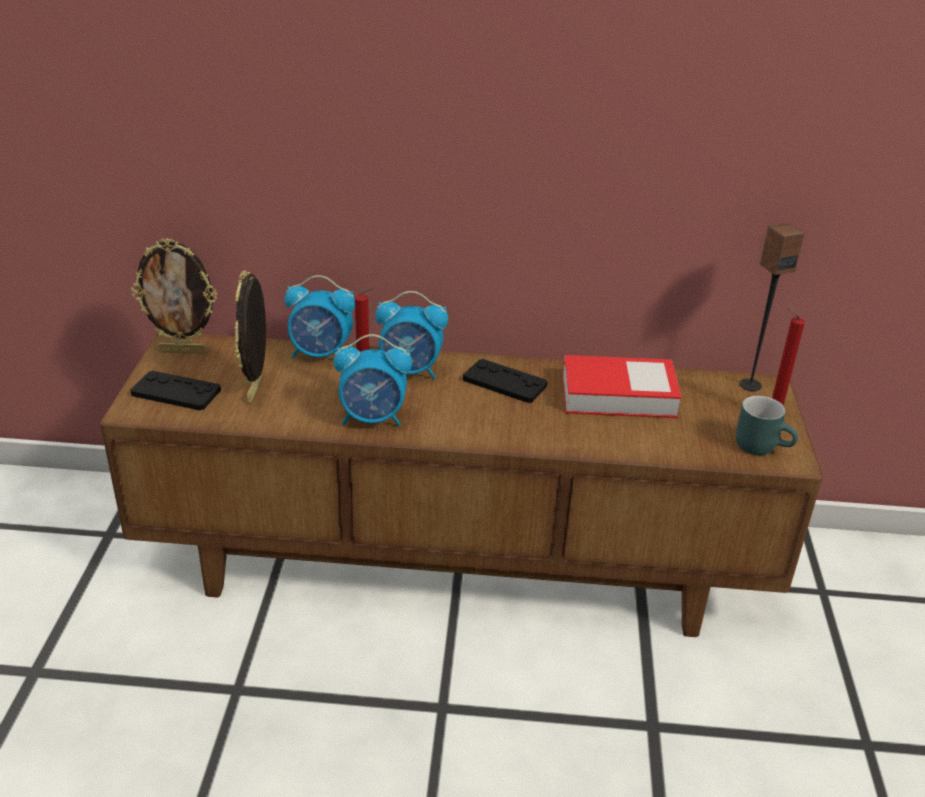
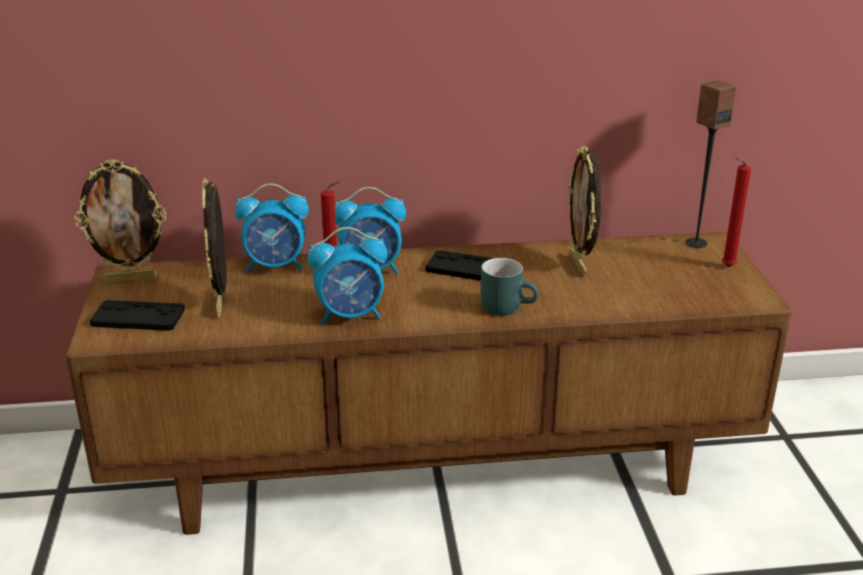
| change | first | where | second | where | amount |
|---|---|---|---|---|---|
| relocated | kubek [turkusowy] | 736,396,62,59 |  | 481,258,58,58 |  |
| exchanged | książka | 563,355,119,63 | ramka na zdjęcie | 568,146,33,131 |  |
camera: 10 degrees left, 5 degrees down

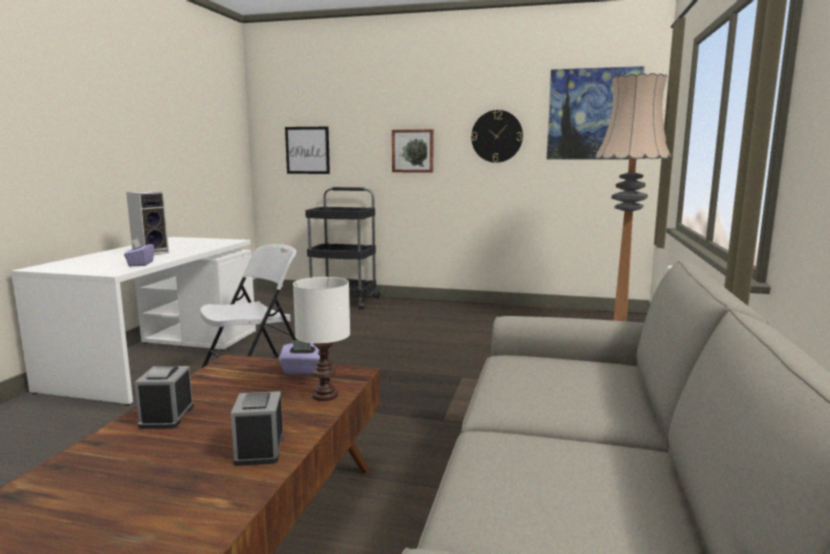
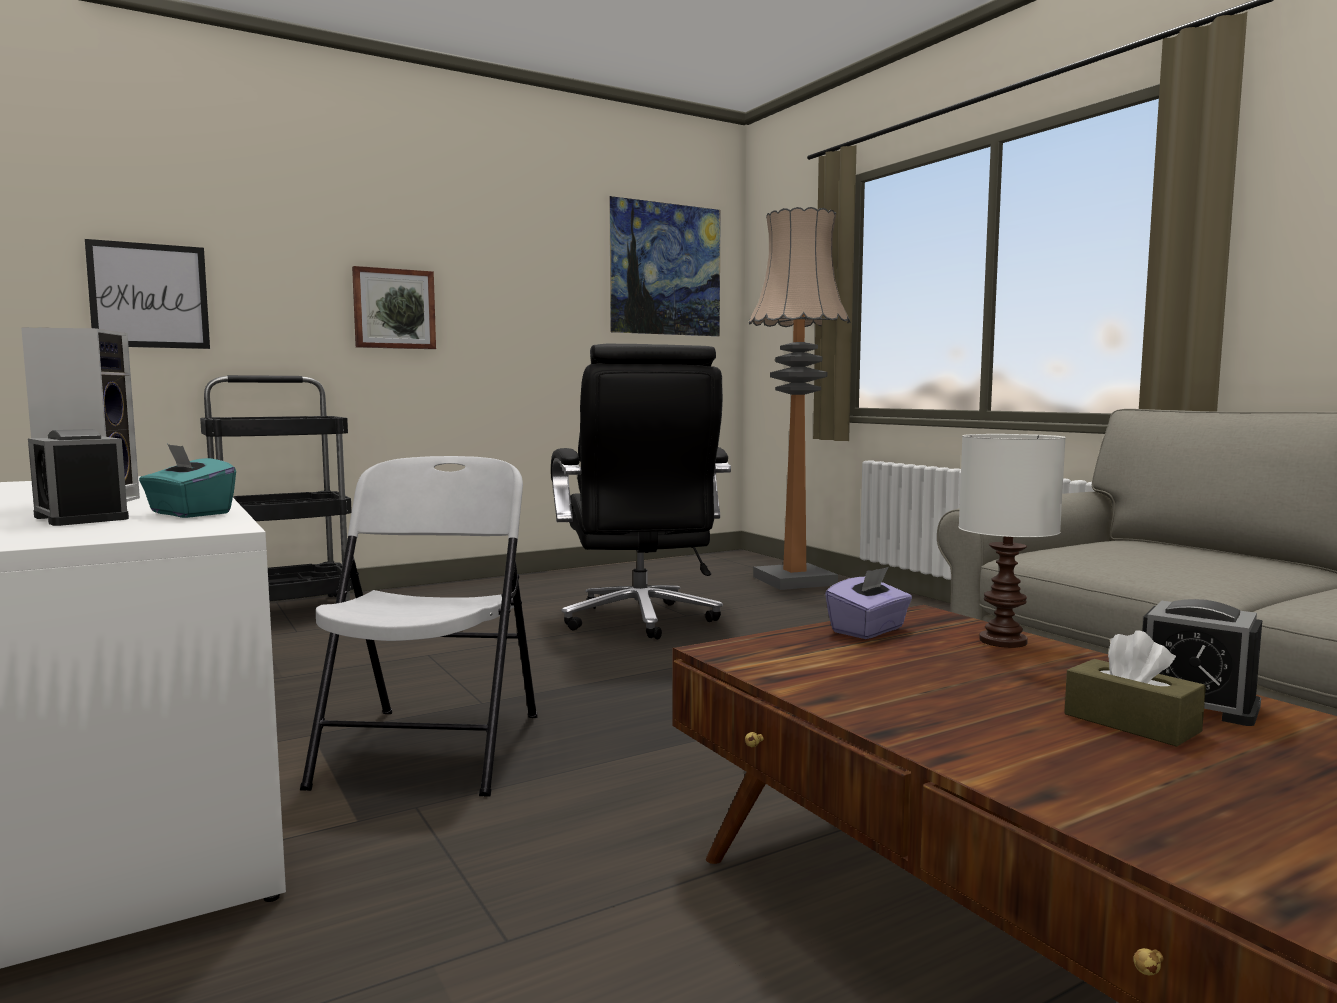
| change | first | where | second | where | amount |
|---|---|---|---|---|---|
| relocated | budzik | 135,366,59,63 |  | 28,429,101,97 |  |
| colour | pudełko chusteczek [fioletowy] | 124,239,30,27 | pudełko chusteczek [turkusowy] | 139,444,97,74 |  |
| appeared |  |  | krzesło biurowe [czarny] | 551,343,180,297 |  |
| appeared |  |  | pudełko chusteczek [brązowy] | 1064,630,142,117 |  |
| missing | zegar ścienny | 471,110,52,53 |  |  |  |
camera: 45 degrees left, 5 degrees down

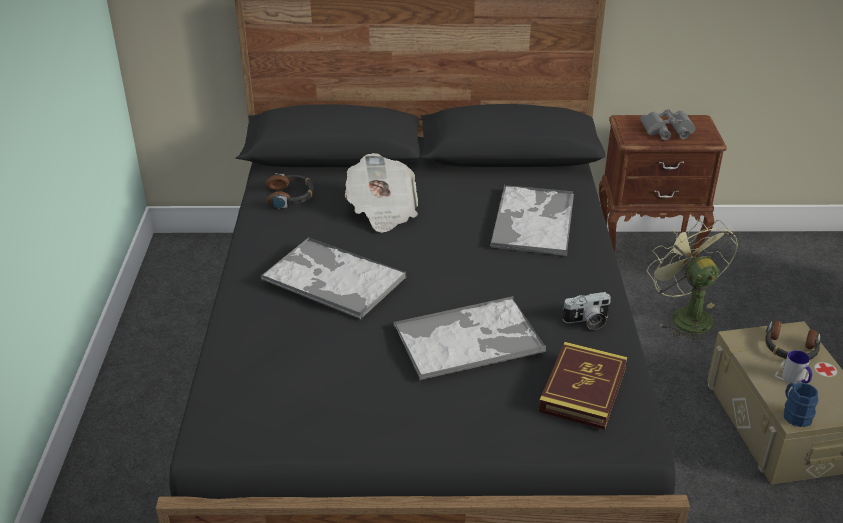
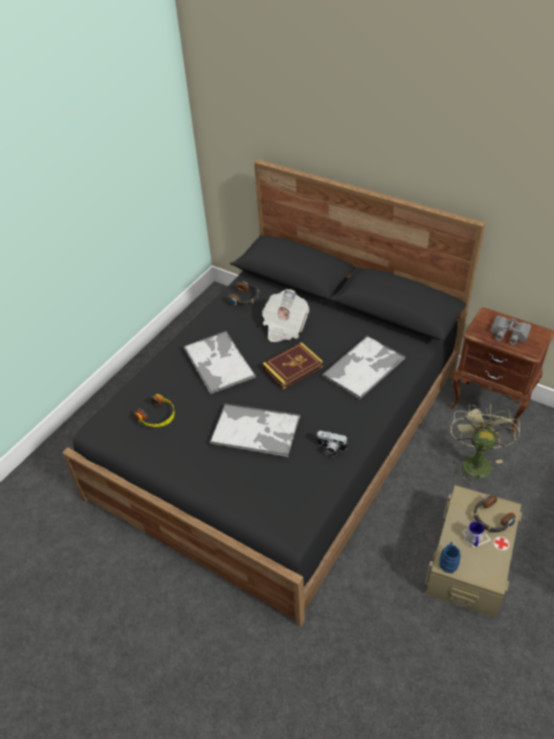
| change | first | where | second | where | amount |
|---|---|---|---|---|---|
| appeared |  |  | słuchawki | 135,394,40,33 |  |
| relocated | książka | 539,342,88,88 |  | 262,342,61,47 |  |
camera: 35 degrees right, 10 degrees up

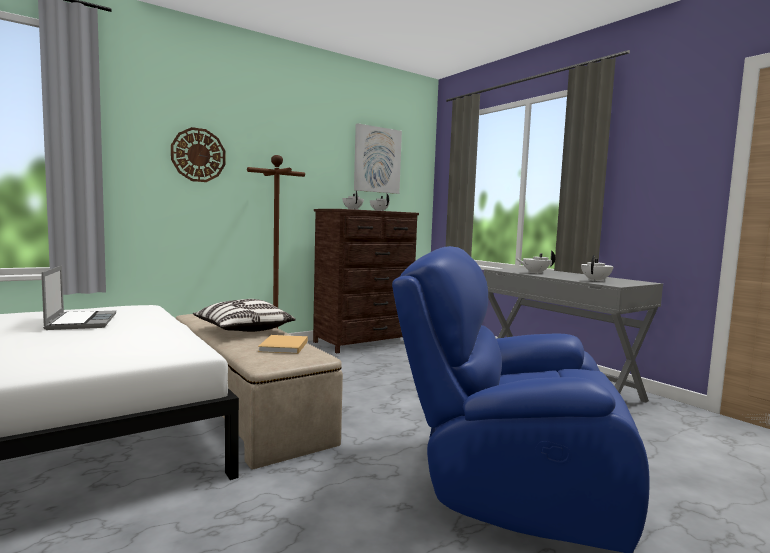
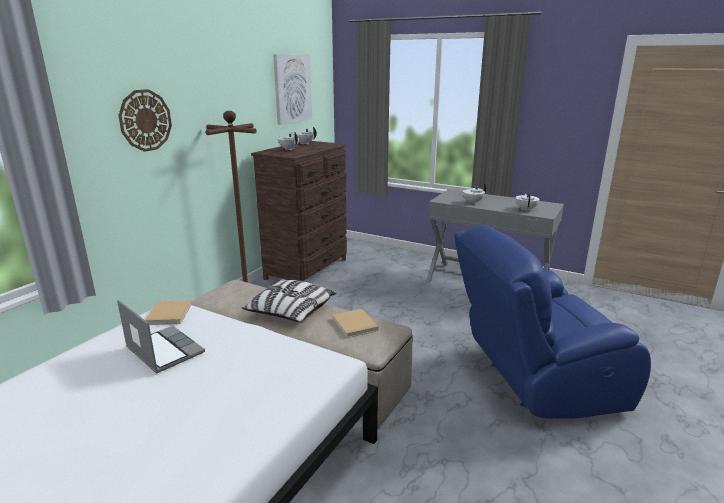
| change | first | where | second | where | amount |
|---|---|---|---|---|---|
| appeared |  |  | książka [beżowy] | 145,300,47,25 |  |
camera: 25 degrees left, 15 degrees up

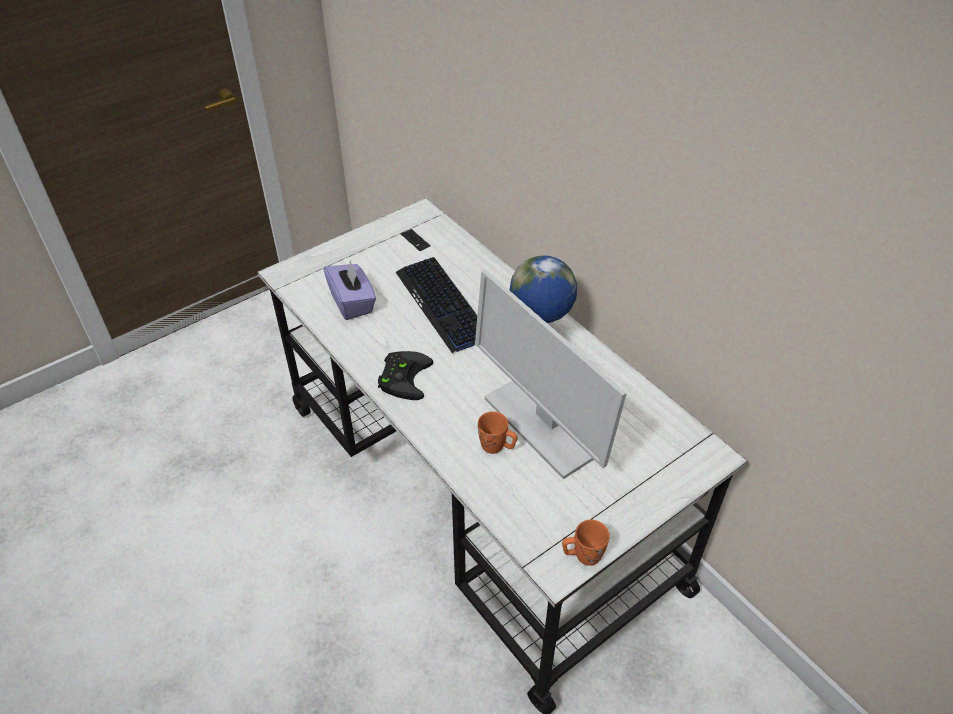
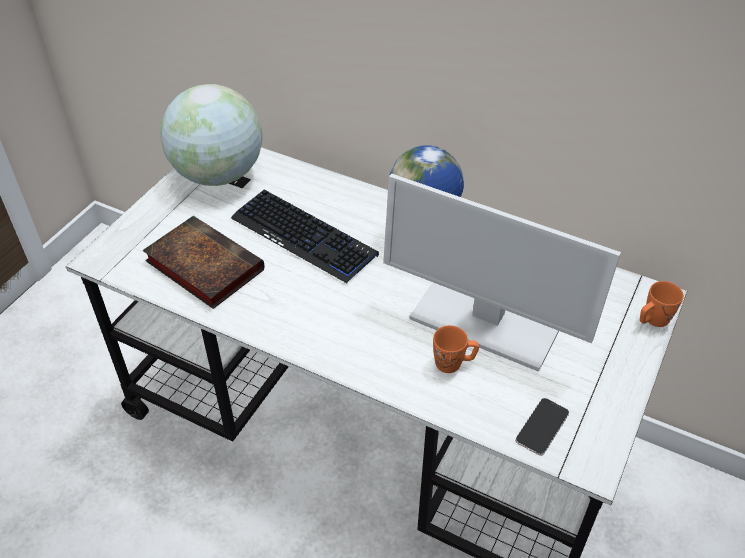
| change | first | where | second | where | amount |
|---|---|---|---|---|---|
| exchanged | pudełko chusteczek [fioletowy] | 323,259,53,61 | książka | 143,216,122,93 |  |
| appeared |  |  | globus | 160,84,103,102 |  |
| appeared |  |  | telefon | 515,398,54,58 |  |
| relocated | kubek [pomarańczowy] | 562,520,48,46 |  | 640,281,44,46 |  |
| missing | pad do gier [czarny] | 378,351,55,49 |  |  |  |
camera: 25 degrees left, 0 degrees up

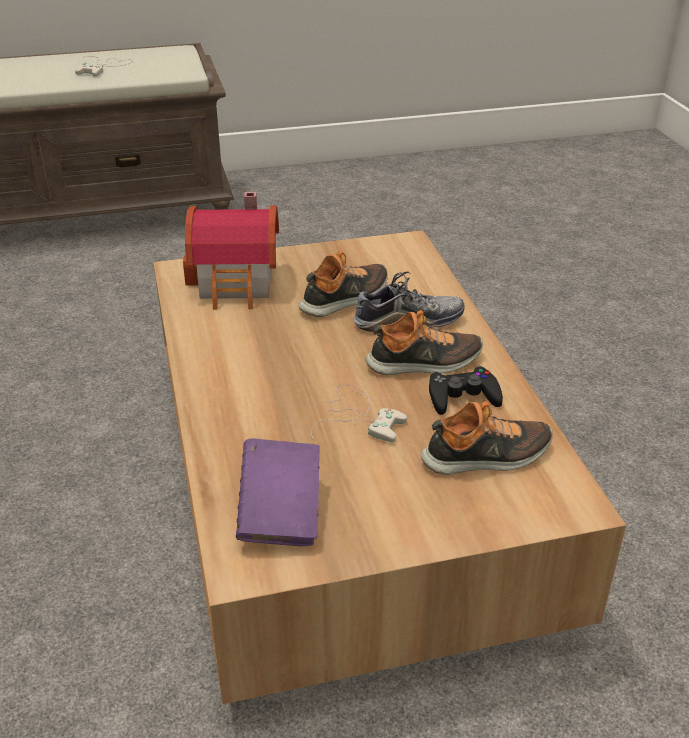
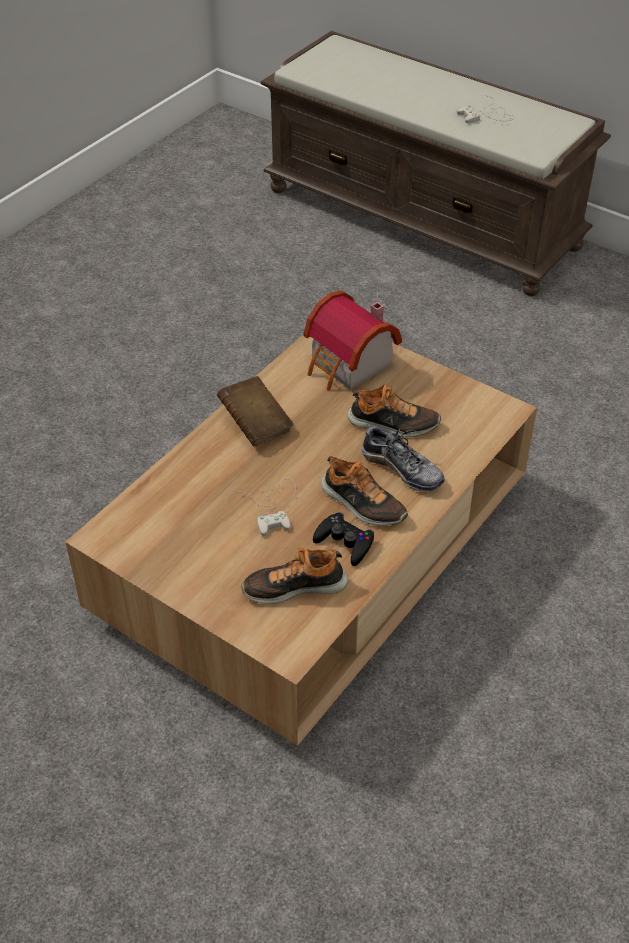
| change | first | where | second | where | amount |
|---|---|---|---|---|---|
| appeared |  |  | książka [brązowy] | 217,376,76,70 |  |
| spun | but | 421,401,132,74 |  | 241,548,107,56 | 135 degrees clockwise |
| missing | książka [fioletowy] | 236,438,84,108 |  |  |  |
camera: 50 degrees right, 10 degrees up

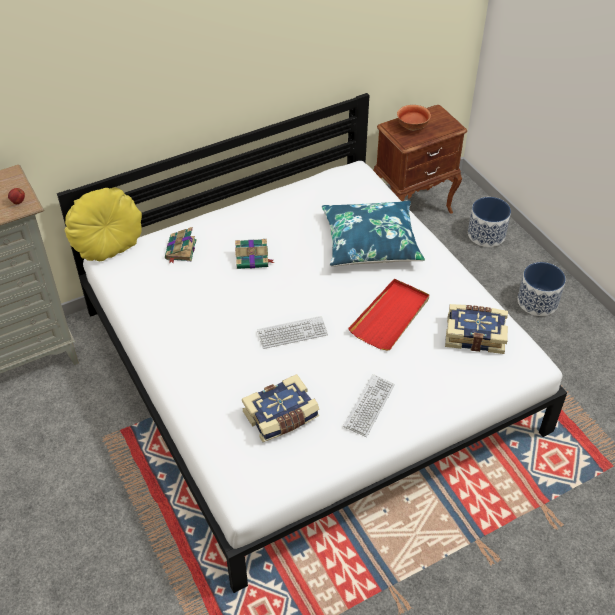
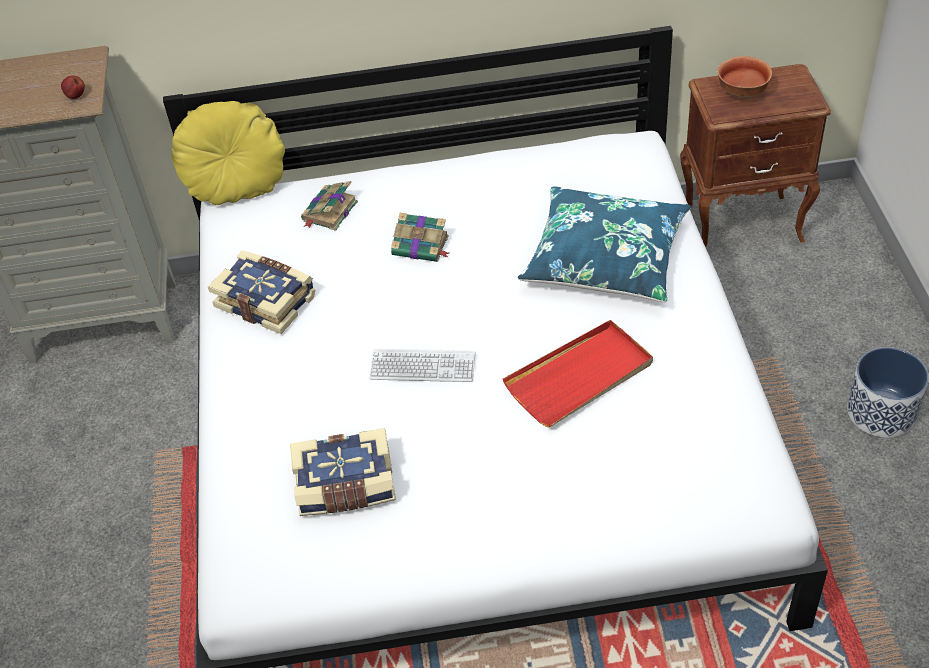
| change | first | where | second | where | amount |
|---|---|---|---|---|---|
| relocated | książka | 445,304,63,50 |  | 208,250,108,84 |  |
| missing | klawiatura | 343,374,52,63 |  |  |  |
| missing | donica | 468,197,43,50 |  |  |  |
camera: 25 degrees right, 0 degrees up

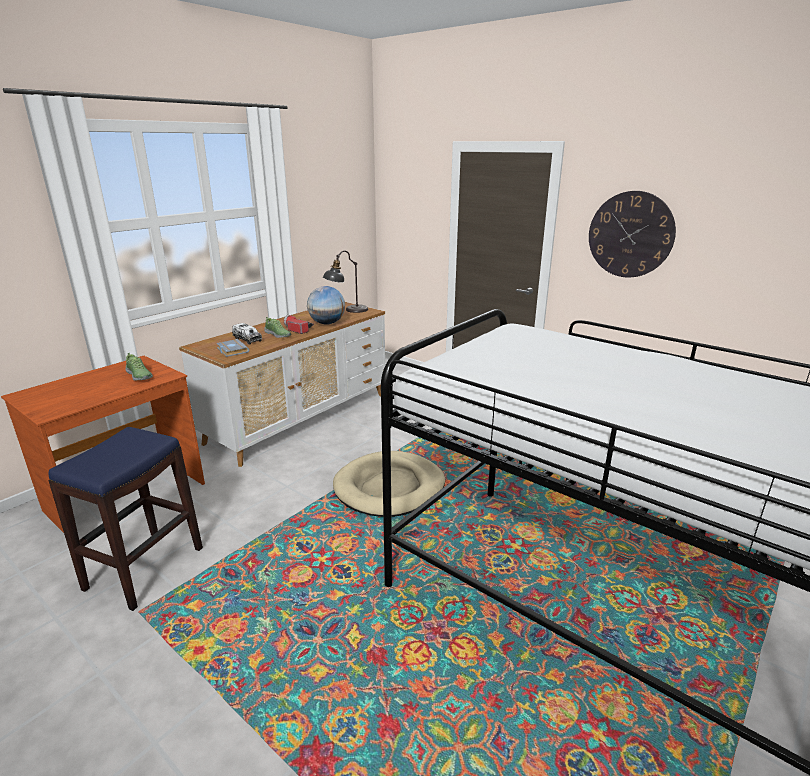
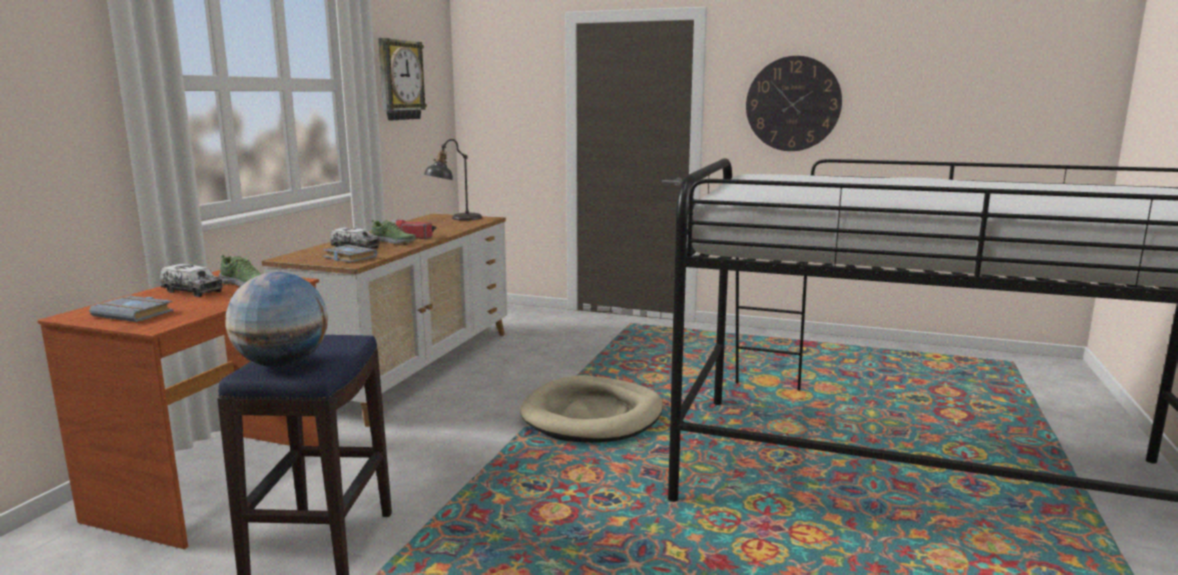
| change | first | where | second | where | amount |
|---|---|---|---|---|---|
| appeared |  |  | książka [szary] | 89,296,85,26 |  |
| appeared |  |  | ciężarówka zabawkowa | 160,264,63,33 |  |
| relocated | globus | 307,286,38,39 |  | 225,272,103,95 |  |
| appeared |  |  | zegar ścienny | 378,38,49,83 |  |
camera: 20 degrees left, 10 degrees down

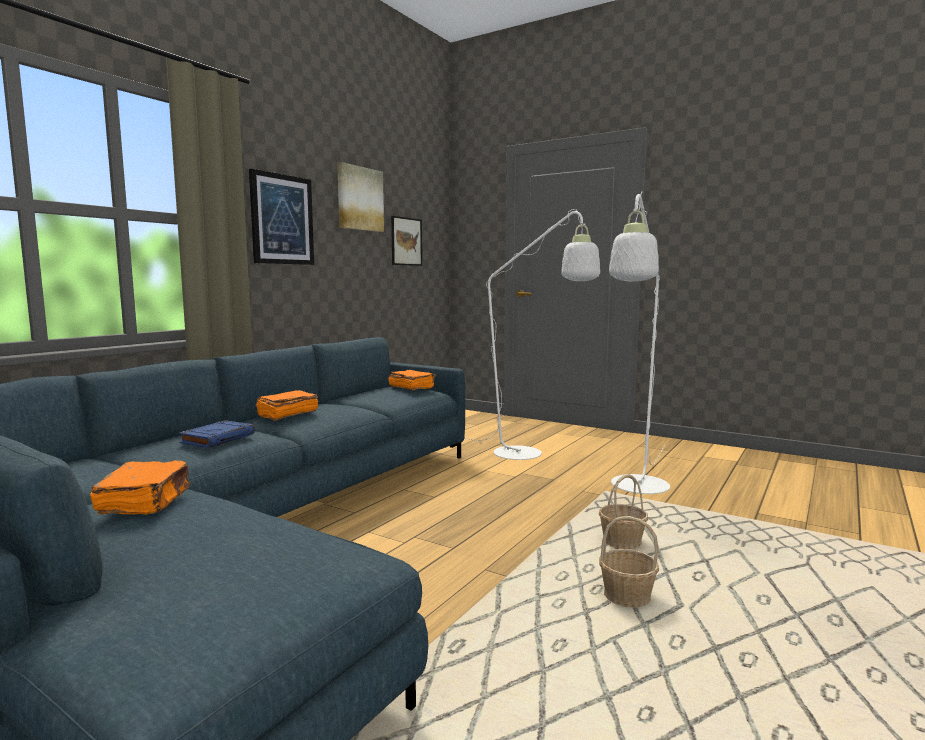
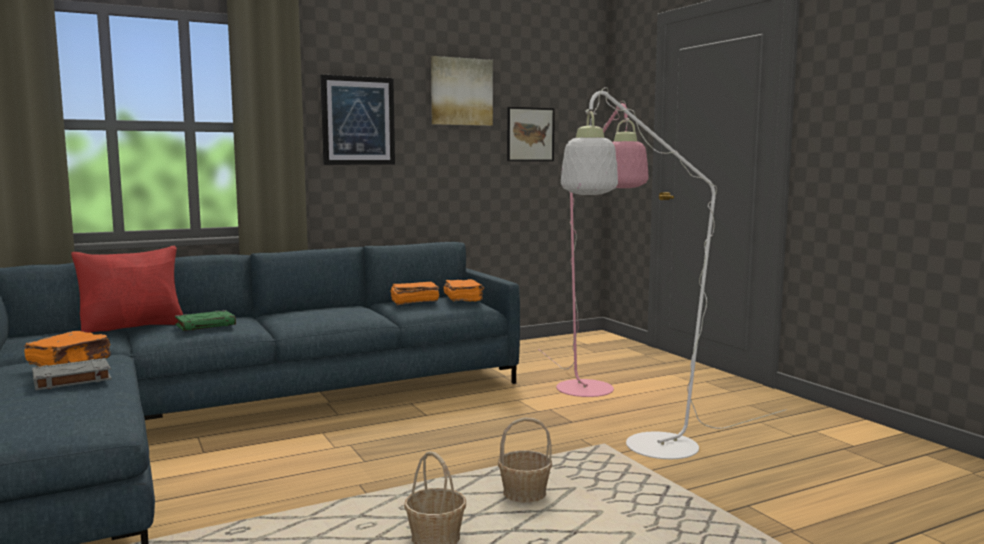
| change | first | where | second | where | amount |
|---|---|---|---|---|---|
| appeared |  |  | książka [szary] | 32,358,80,32 |  |
| appeared |  |  | poduszka [czerwony] | 71,246,112,87 |  |
| colour | książka [niebieski] | 179,420,76,28 | książka [zielony] | 175,310,61,21 |  |
| relocated | książka [pomarańczowy] | 256,390,62,31 |  | 390,282,49,23 |  |
| colour | lampa stojąca [biały] | 464,209,136,251 | lampa stojąca [różowy] | 538,101,111,296 |  |
camera: 30 degrees right, 0 degrees up

